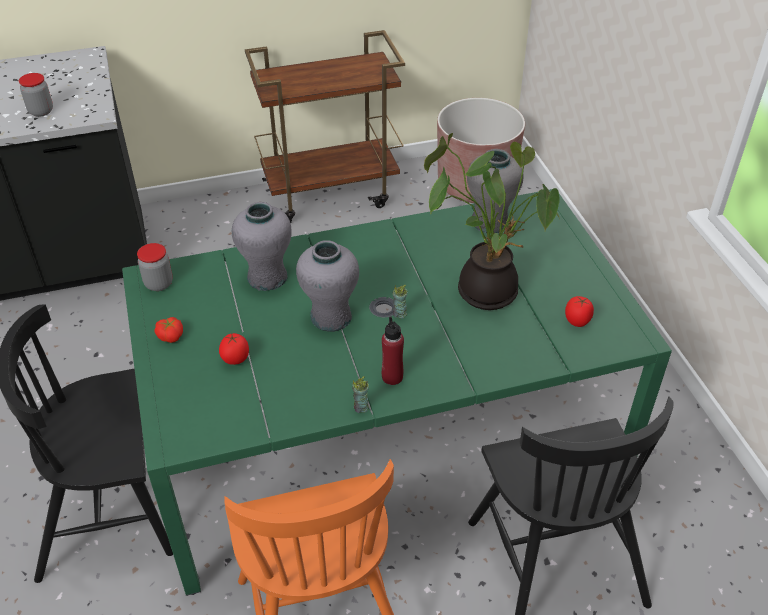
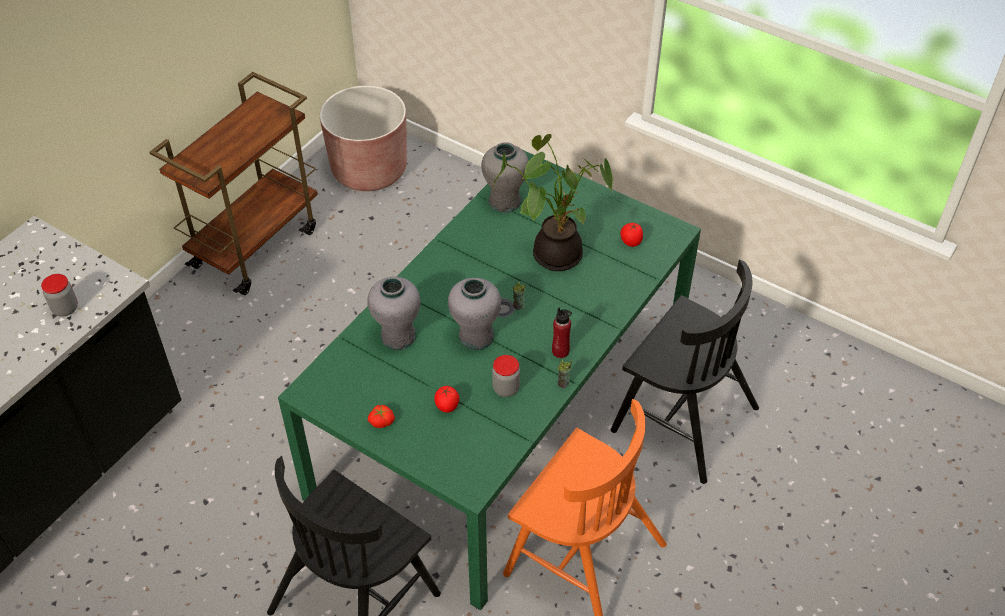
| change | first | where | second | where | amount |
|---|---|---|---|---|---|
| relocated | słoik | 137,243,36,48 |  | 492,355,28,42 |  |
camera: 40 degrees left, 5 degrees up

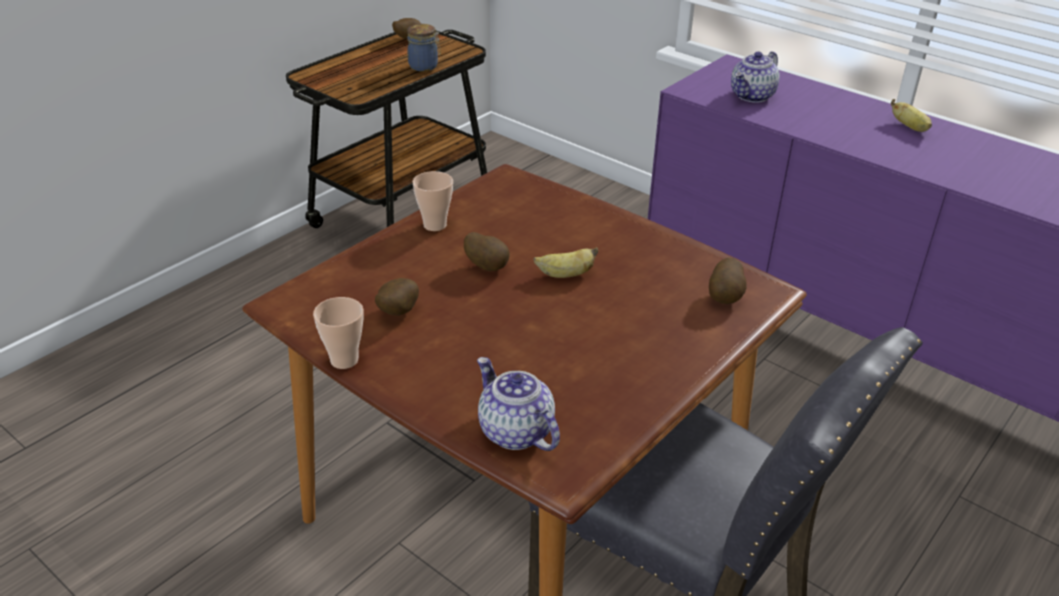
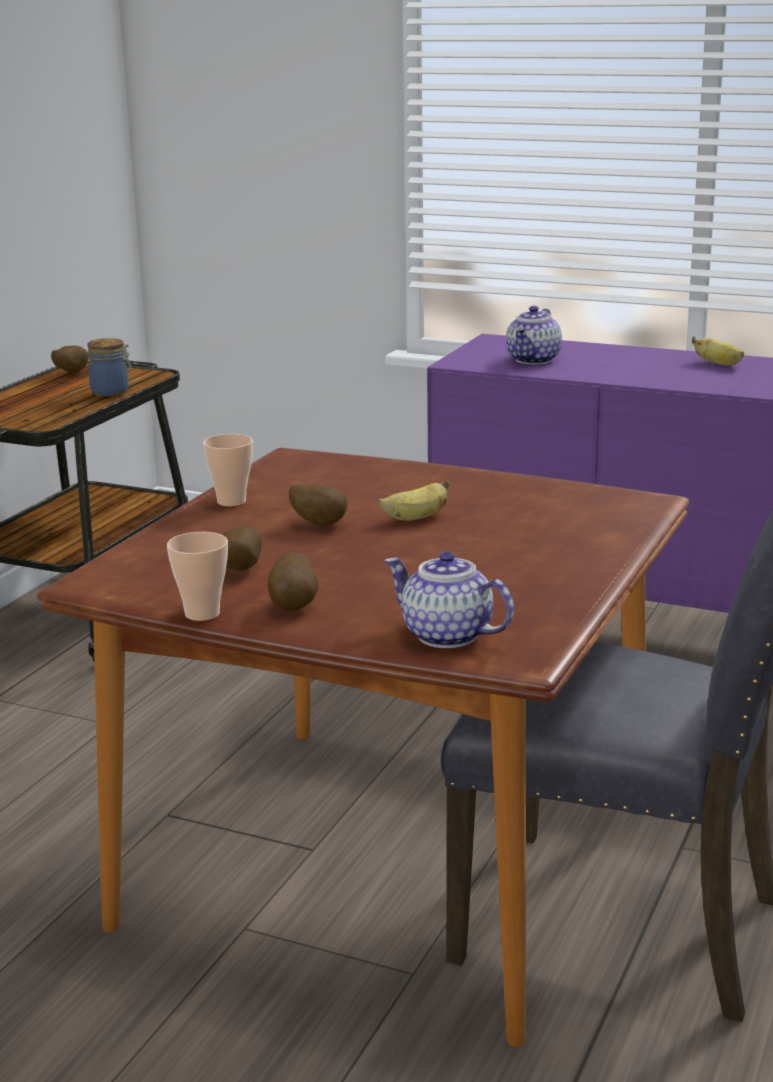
| change | first | where | second | where | amount |
|---|---|---|---|---|---|
| relocated | ziemniak | 709,258,38,46 |  | 268,552,51,58 |  |
camera: 15 degrees left, 15 degrees down

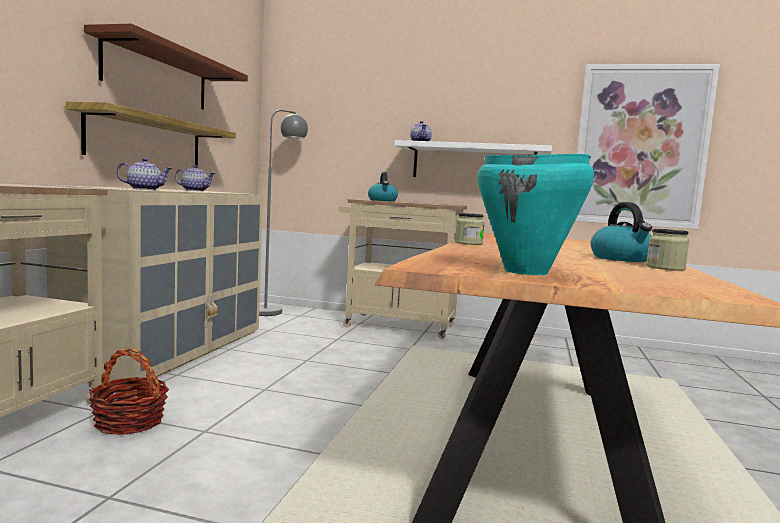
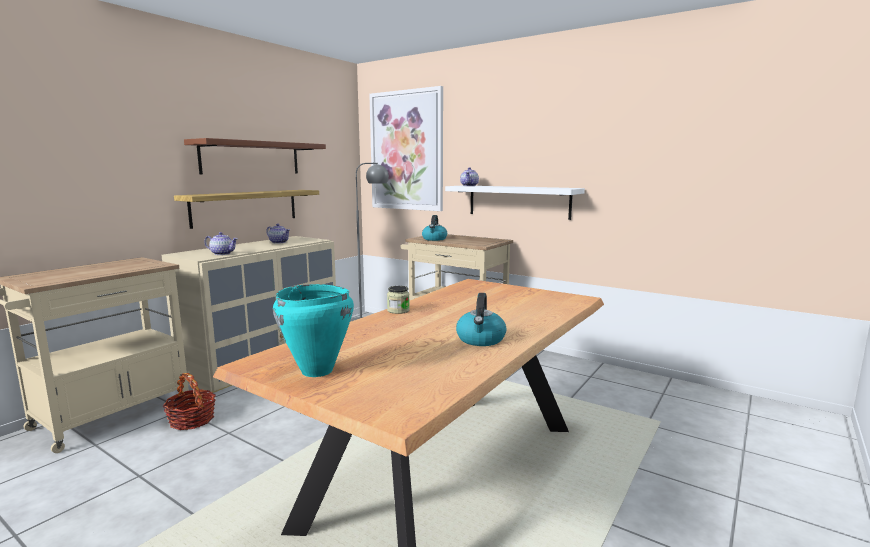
| change | first | where | second | where | amount |
|---|---|---|---|---|---|
| relocated | obraz | 575,64,145,165 |  | 369,86,74,125 |  |
| missing | słoik | 646,229,43,42 |  |  |  |
camera: 20 degrees right, 5 degrees up

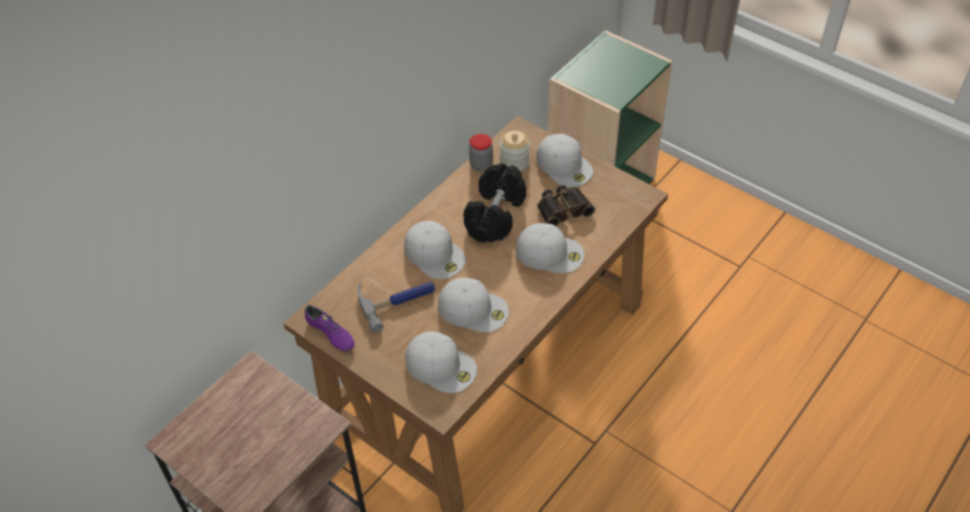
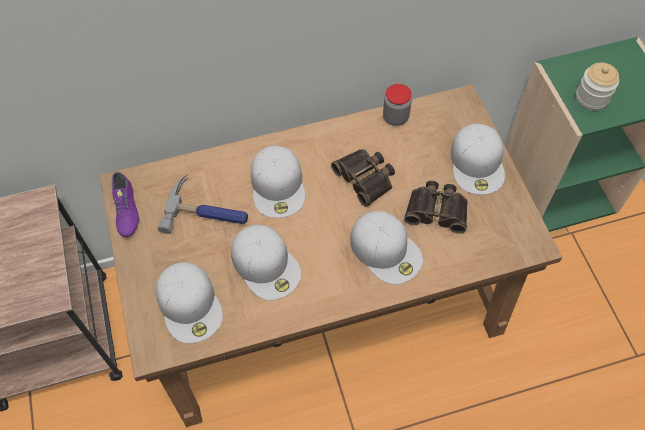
| change | first | where | second | where | amount |
|---|---|---|---|---|---|
| exchanged | hantel [czarny] | 463,163,63,79 | lornetka | 331,149,64,58 |  |
| relocated | słoik | 500,131,30,41 |  | 576,62,43,49 |  |
camera: 35 degrees right, 10 degrees up

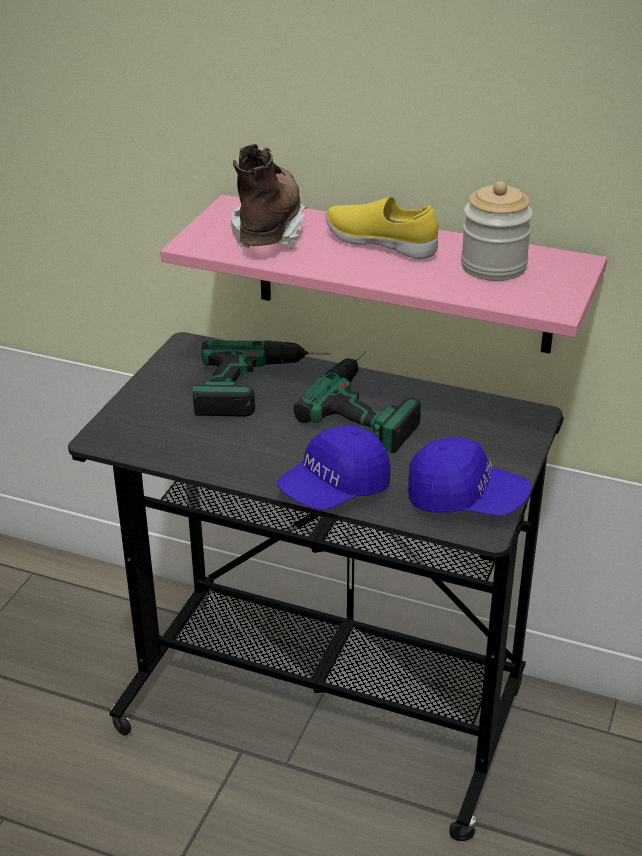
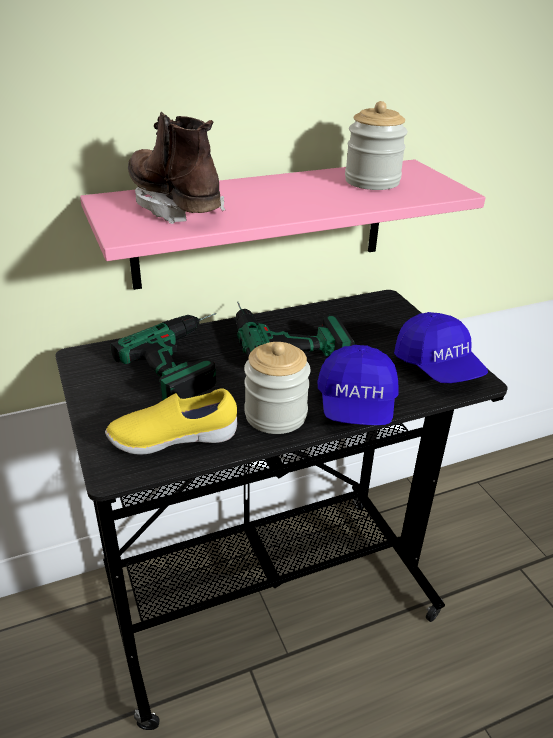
| change | first | where | second | where | amount |
|---|---|---|---|---|---|
| relocated | but [żółty] | 325,197,114,62 |  | 105,388,132,67 |  |
| appeared |  |  | słoik | 244,342,67,92 |  |
| spun | czapka z daszkiem [niebieski] | 408,438,124,78 |  | 394,312,94,71 | 90 degrees clockwise |
camera: 45 degrees left, 0 degrees up

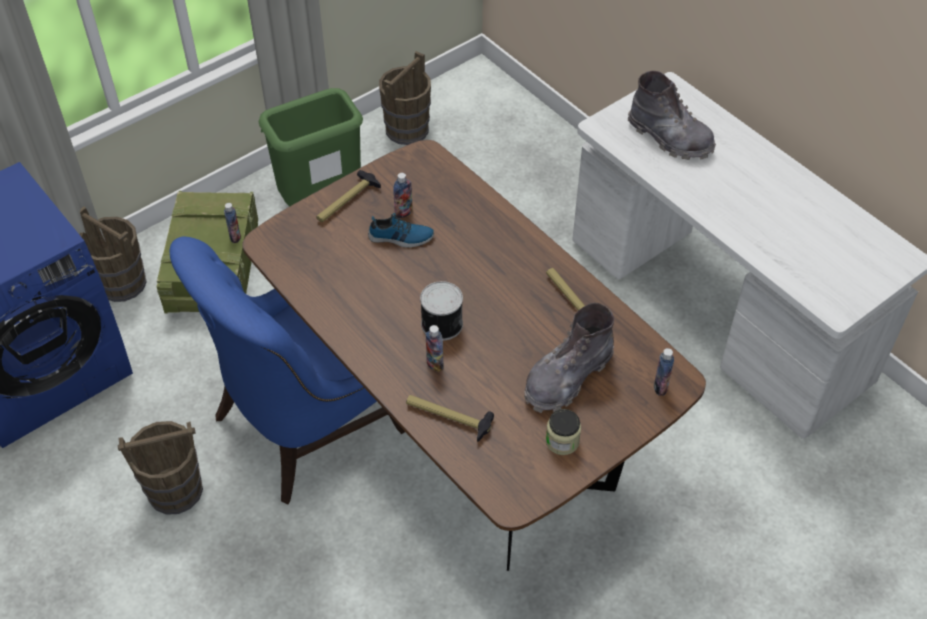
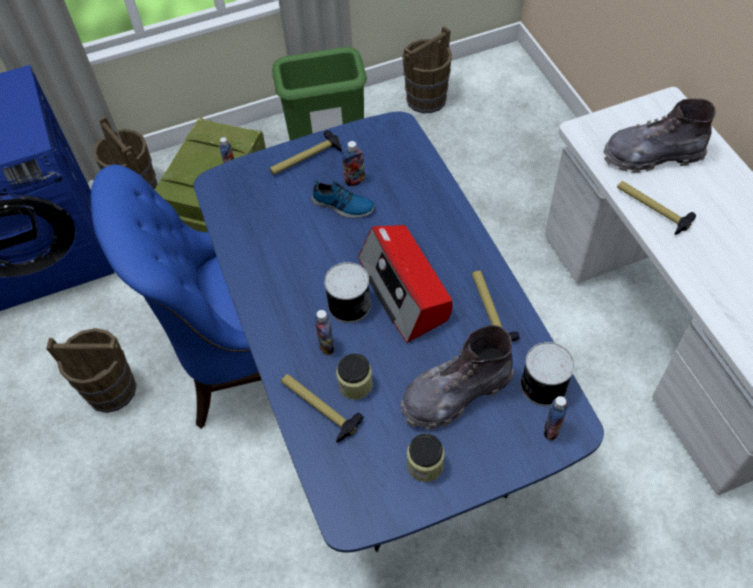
| change | first | where | second | where | amount |
|---|---|---|---|---|---|
| colour | stół jadalny [brązowy] | 242,140,464,431 | stół jadalny [niebieski] | 194,112,410,441 |  |
| appeared |  |  | słoik | 336,353,37,47 |  |
| appeared |  |  | radio | 358,225,94,118 |  |
| appeared |  |  | puszka | 521,342,54,64 |  |
| spun | but z cholewką [szary] | 628,71,88,89 |  | 603,99,113,74 | 120 degrees clockwise |
| appeared |  |  | młotek | 617,181,79,54 |  |
camera: 20 degrees right, 5 degrees up

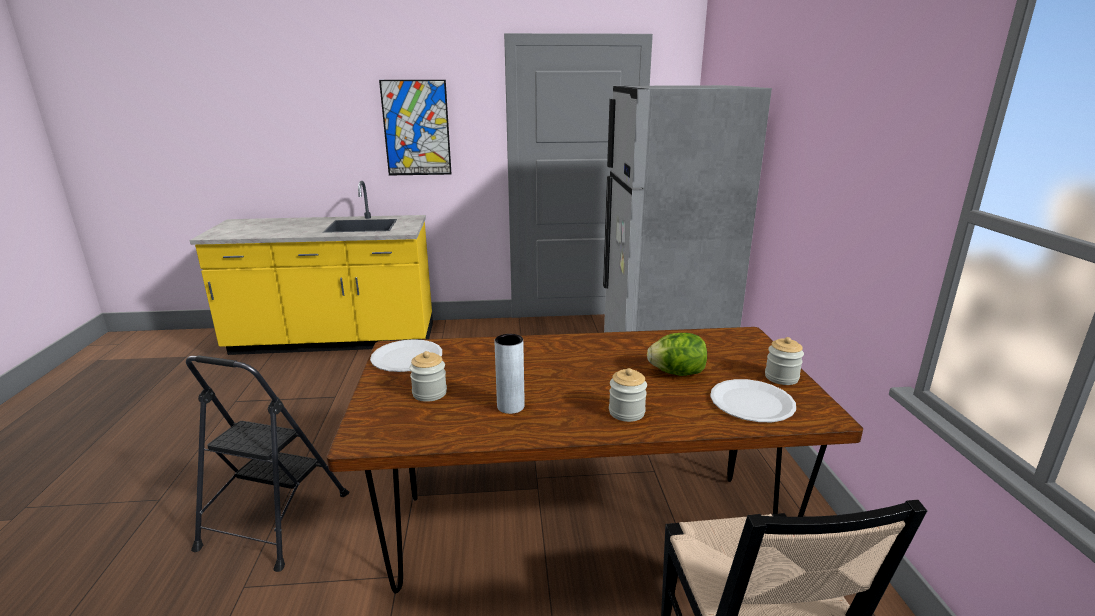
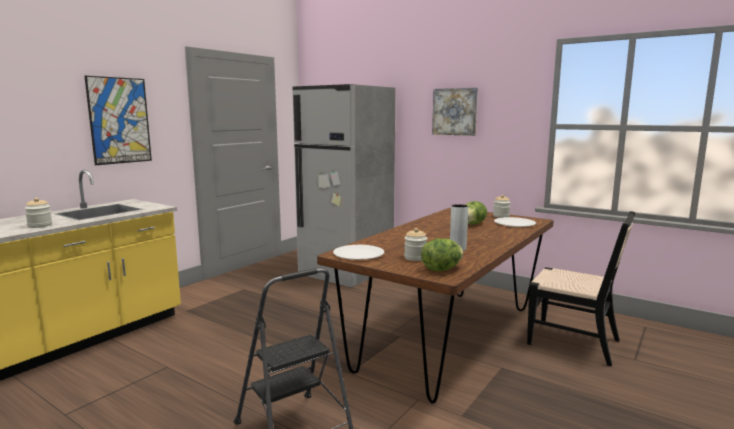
| change | first | where | second | where | amount |
|---|---|---|---|---|---|
| relocated | słoik | 609,368,38,54 |  | 25,198,27,30 |  |
| appeared |  |  | sałata | 421,238,42,33 |  |
| appeared |  |  | obraz | 432,88,46,48 |  |
camera: 50 degrees left, 10 degrees down

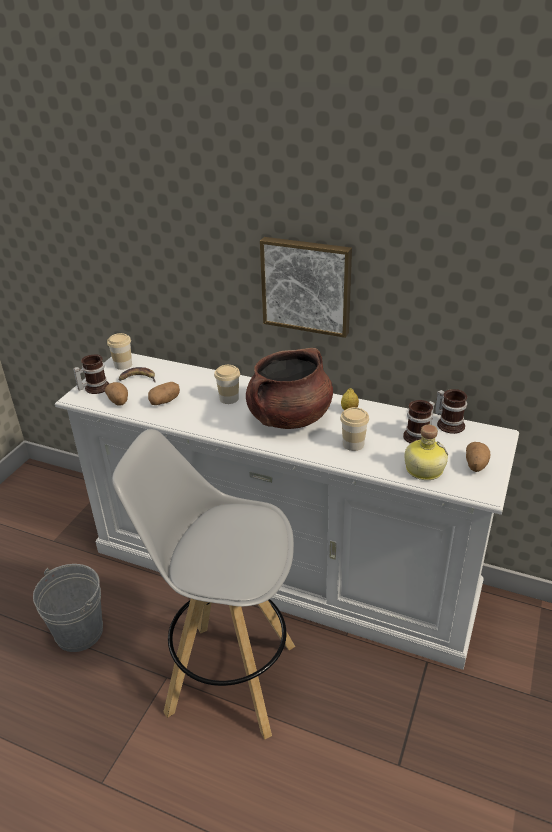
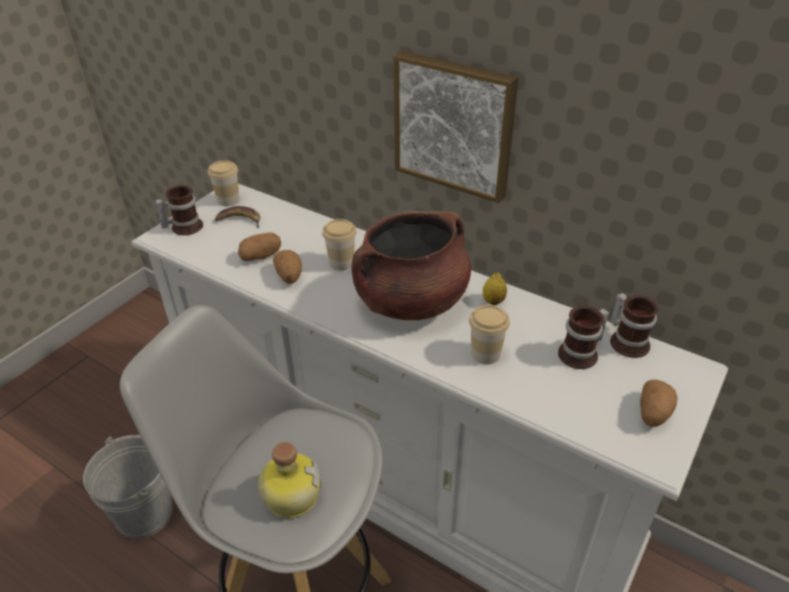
| change | first | where | second | where | amount |
|---|---|---|---|---|---|
| relocated | butelka | 404,425,44,55 |  | 258,442,63,76 |  |
| relocated | ziemniak | 105,382,23,24 |  | 273,250,29,34 |  |
camera: 10 degrees right, 5 degrees up

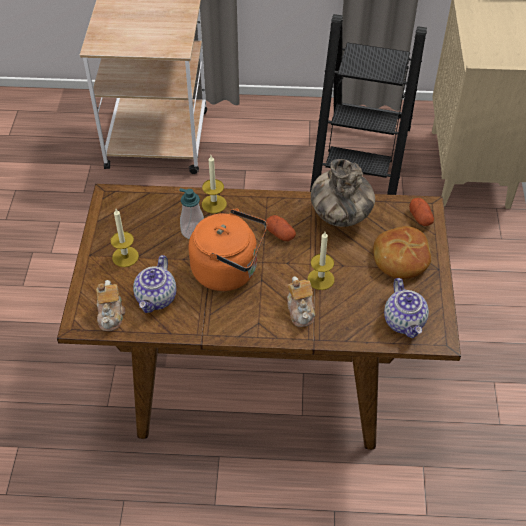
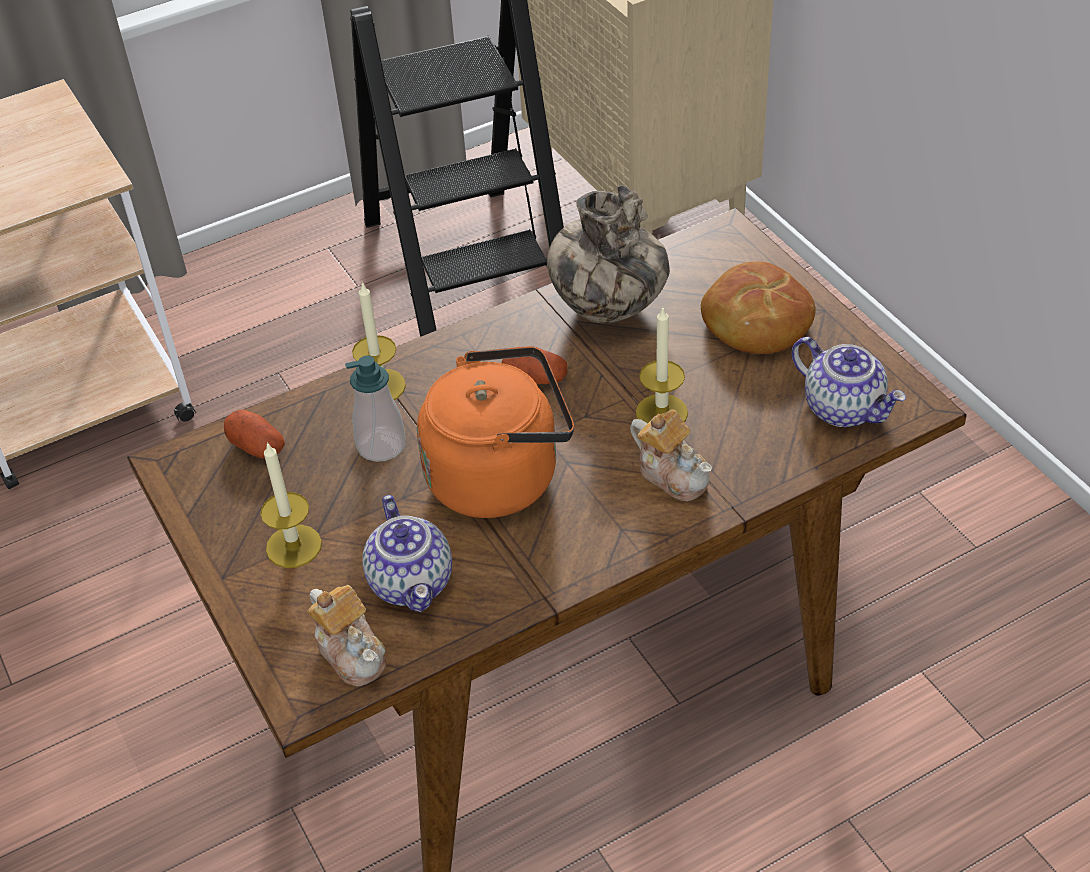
| change | first | where | second | where | amount |
|---|---|---|---|---|---|
| relocated | ziemniak | 409,198,25,28 |  | 224,410,61,49 |  |
camera: 30 degrees left, 5 degrees down

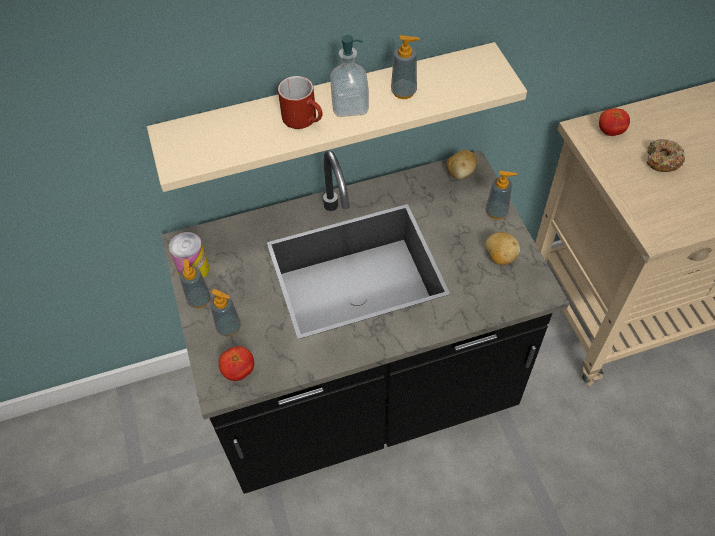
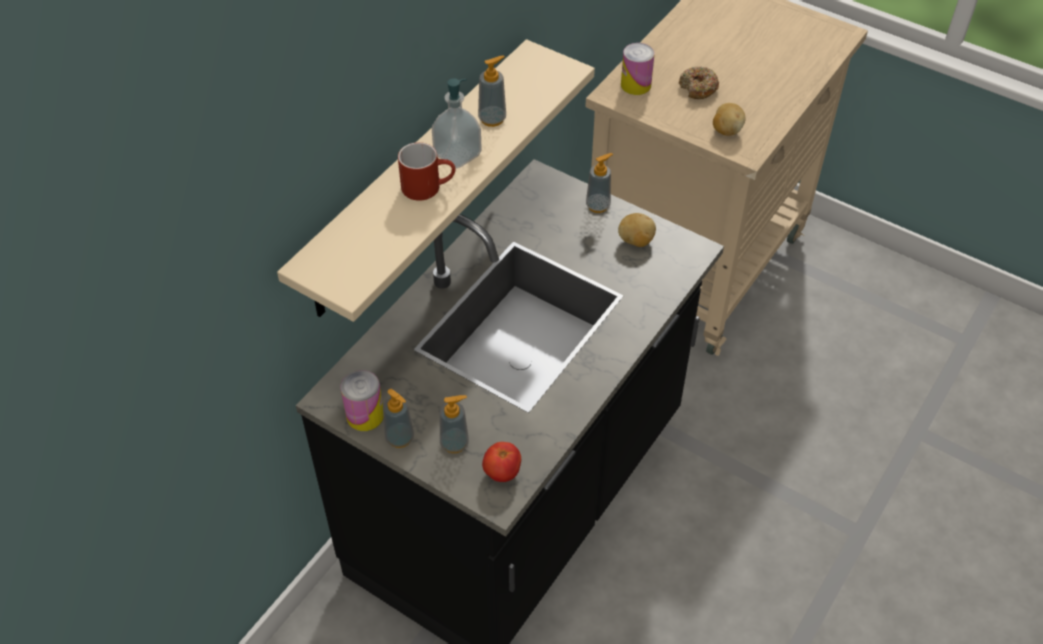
| change | first | where | second | where | amount |
|---|---|---|---|---|---|
| exchanged | pomidor | 599,108,31,28 | puszka | 621,43,34,52 |  |
| relocated | ziemniak | 446,150,31,29 |  | 713,103,33,33 |  |
camera: 40 degrees left, 5 degrees down

